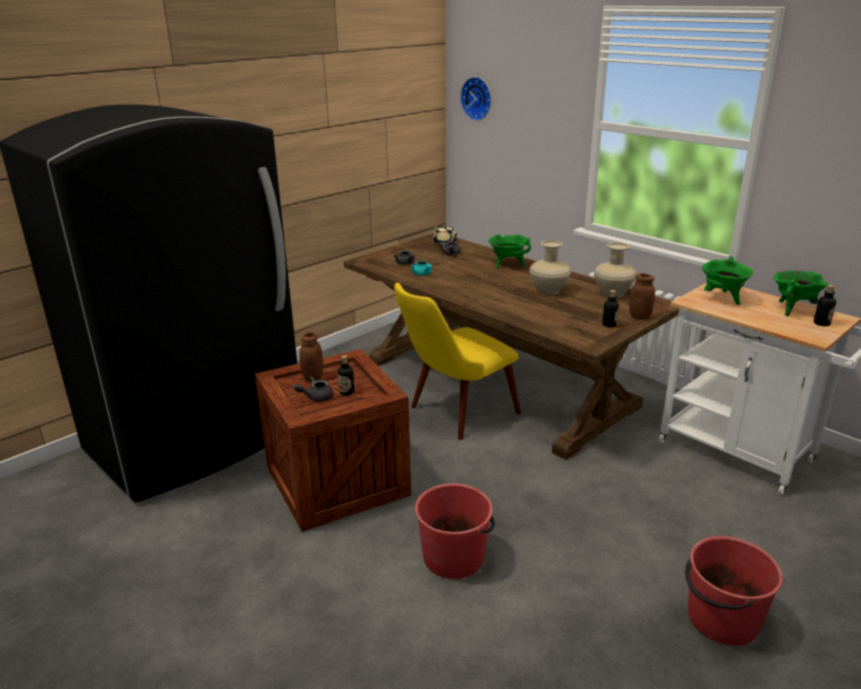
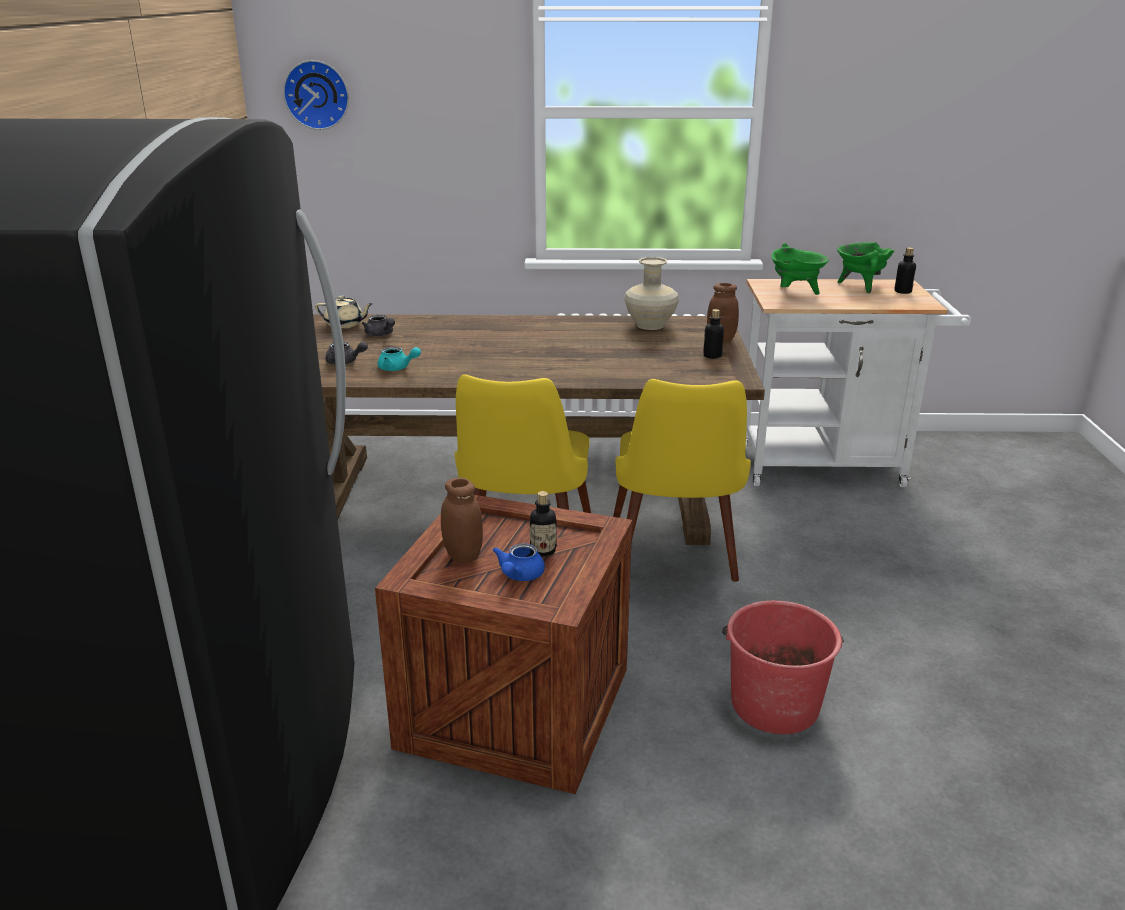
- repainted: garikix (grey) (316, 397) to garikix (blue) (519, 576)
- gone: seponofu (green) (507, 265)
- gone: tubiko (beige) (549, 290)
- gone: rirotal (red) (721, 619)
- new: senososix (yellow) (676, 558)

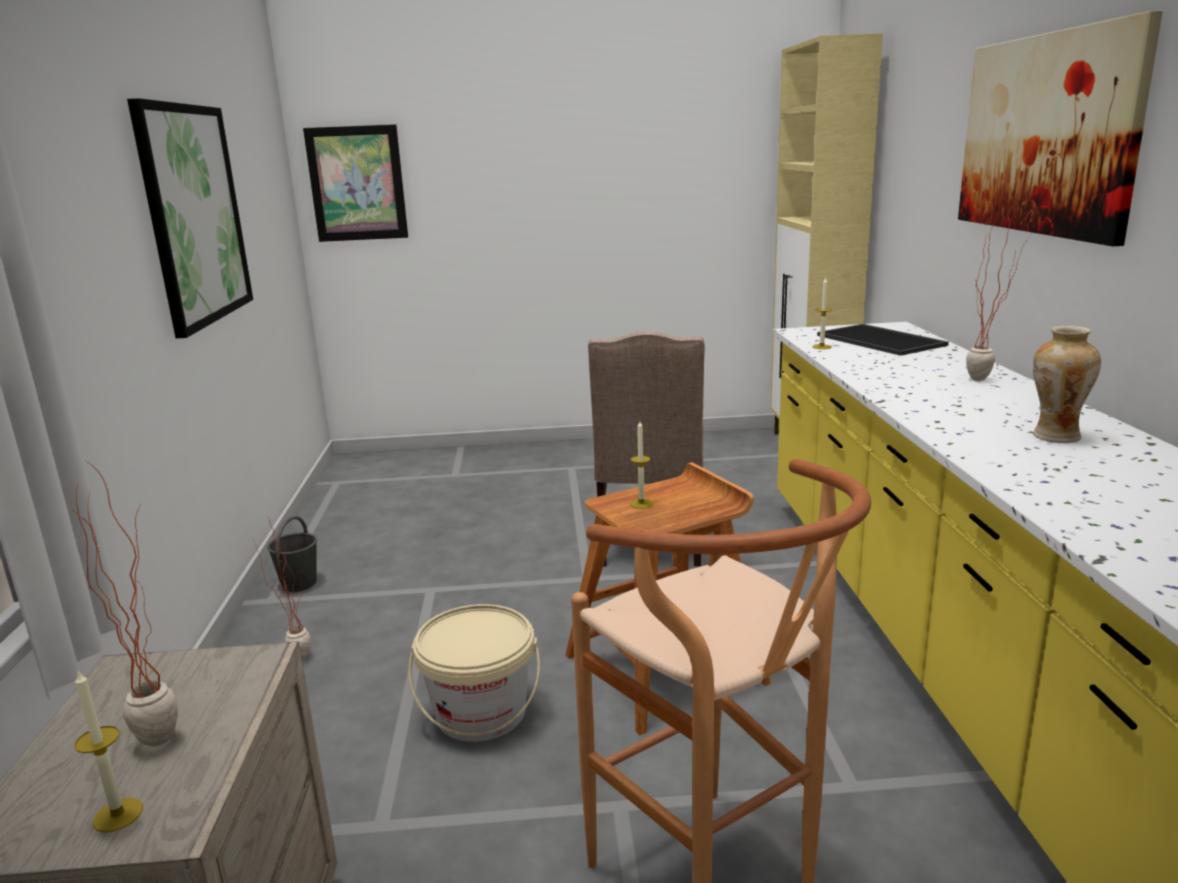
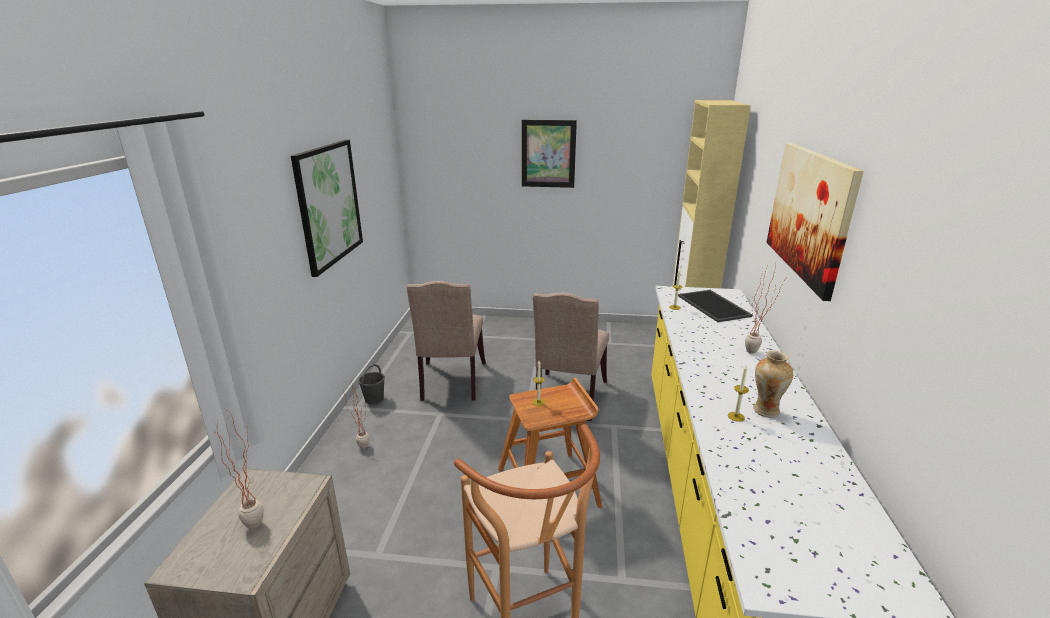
- shifted: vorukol (118, 815) to (736, 416)
- shifted: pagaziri (357, 183) to (548, 154)
- gone: rirotal (beige) (481, 713)
- new: senososix (beige) (451, 383)

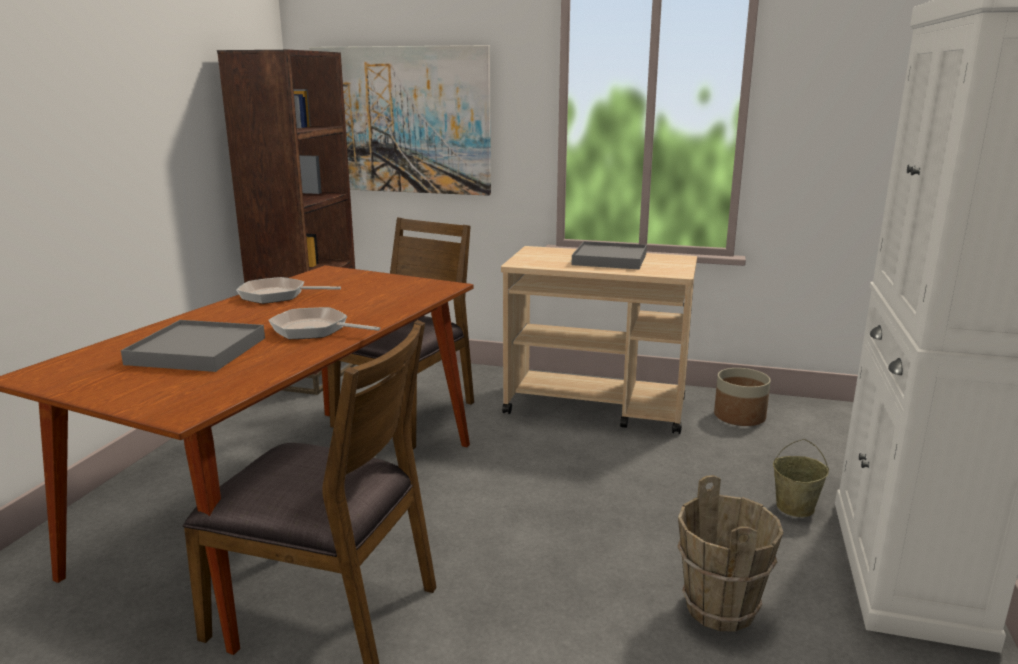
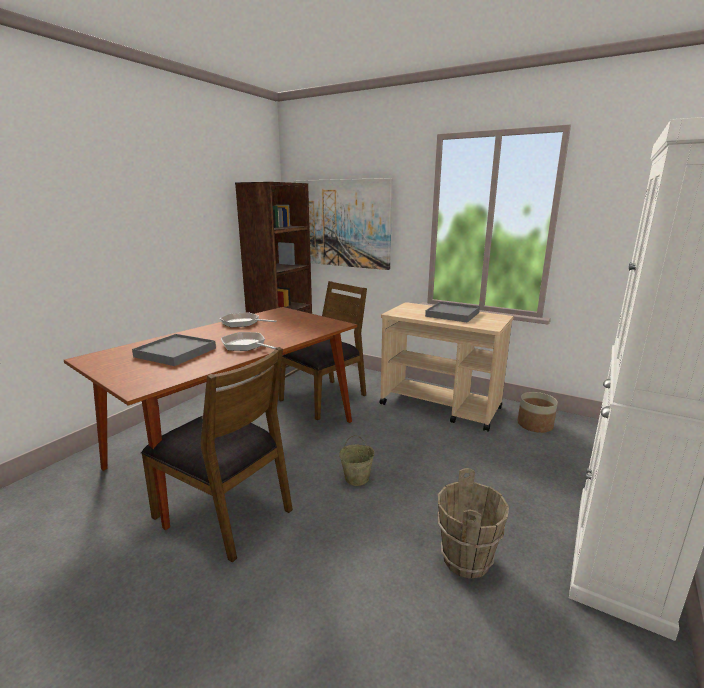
- shifted: rirotal (beige) (795, 507) to (357, 478)

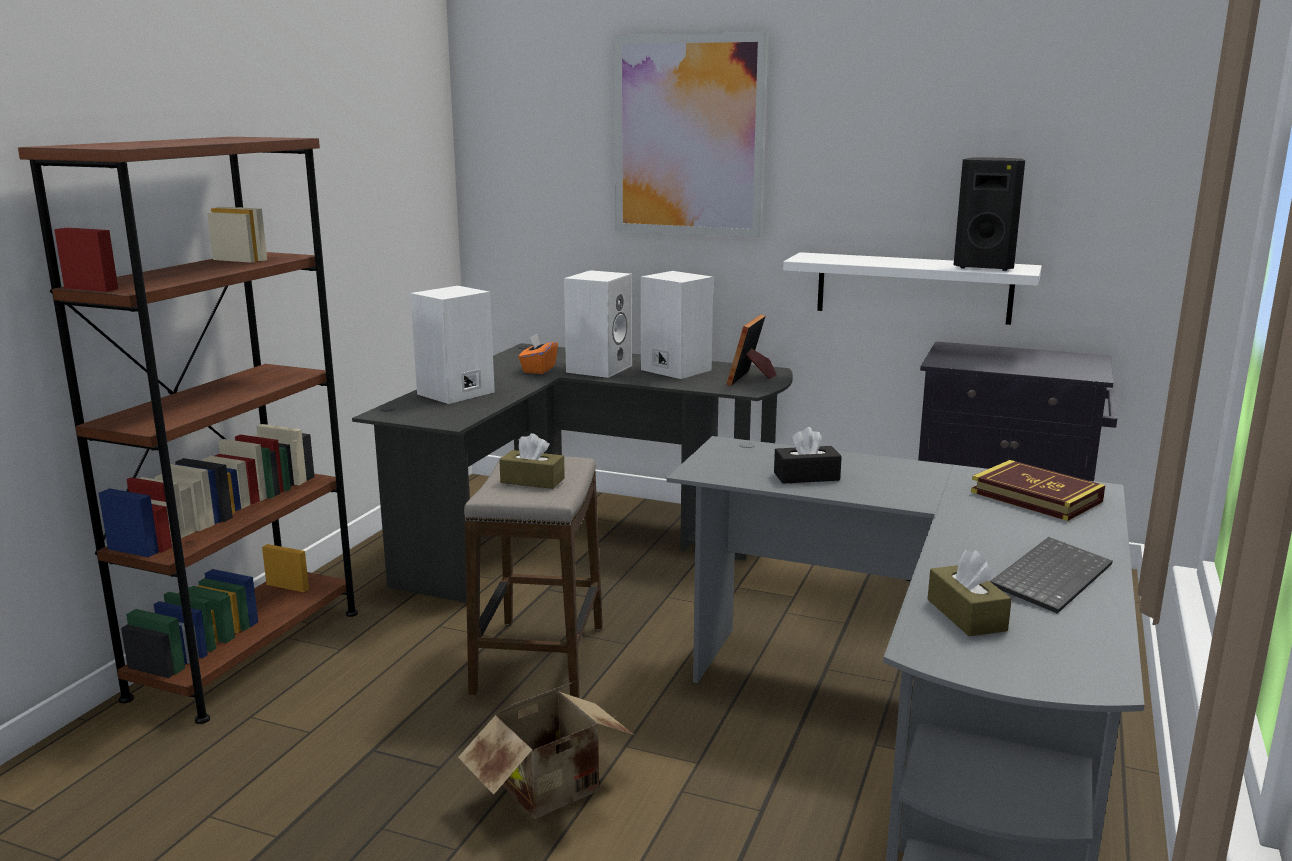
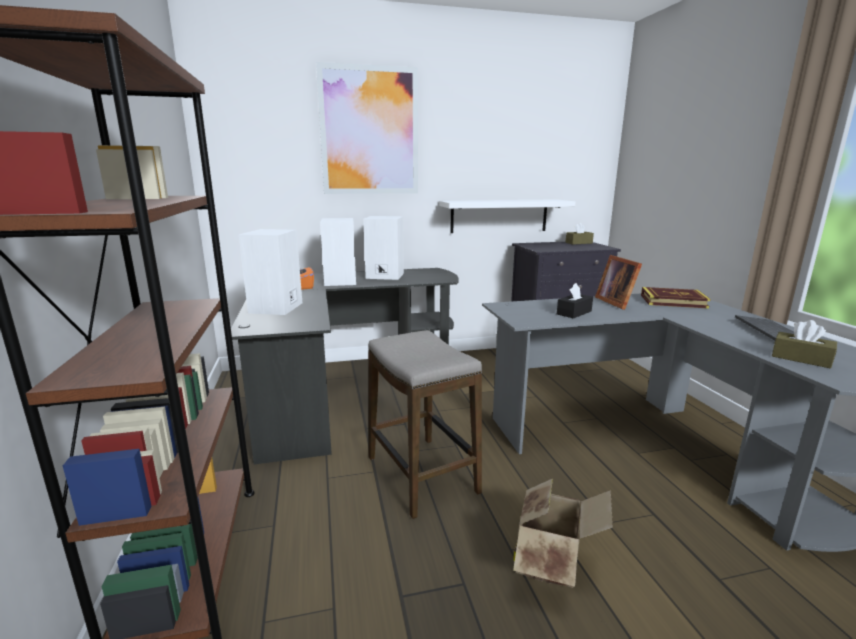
- shifted: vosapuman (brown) (532, 481) to (578, 243)
- shifted: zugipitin (751, 379) to (616, 302)
- gone: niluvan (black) (984, 267)

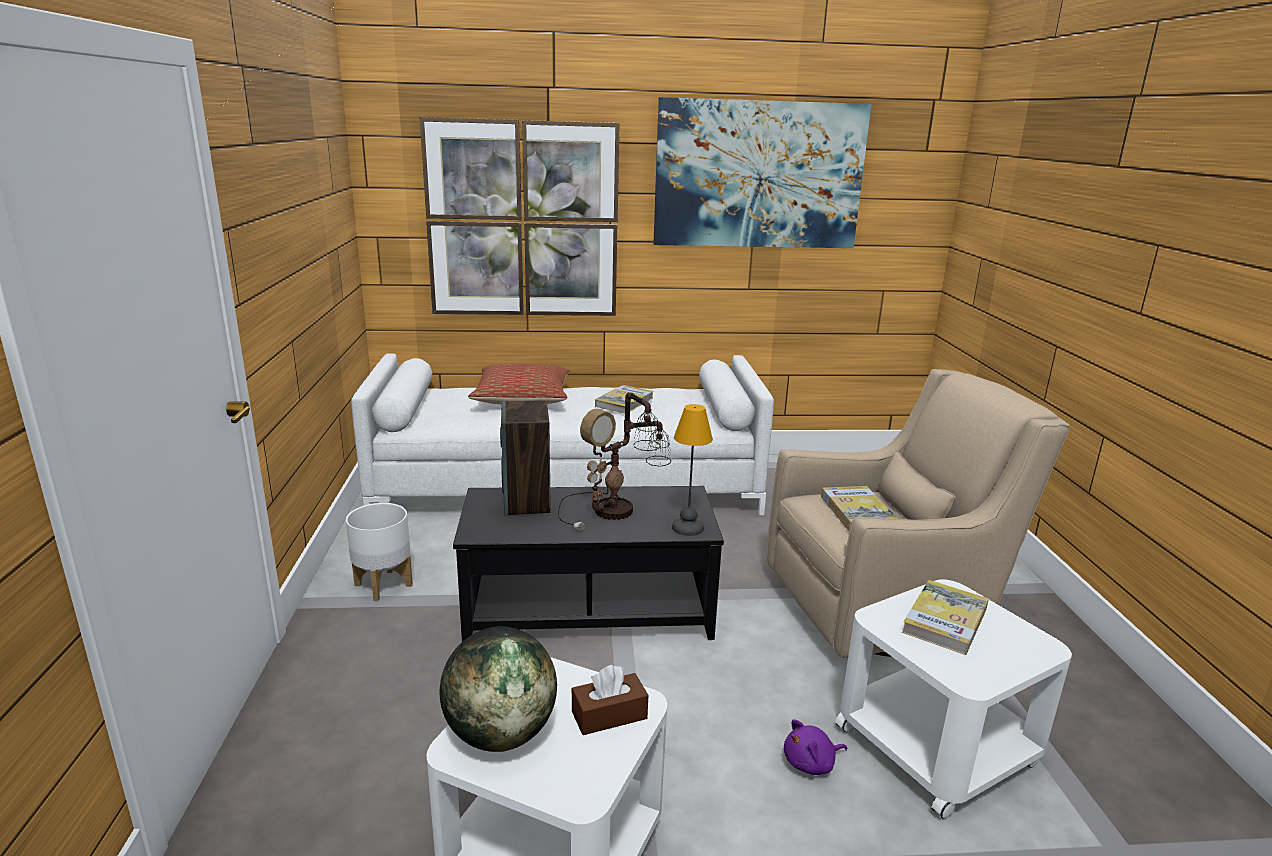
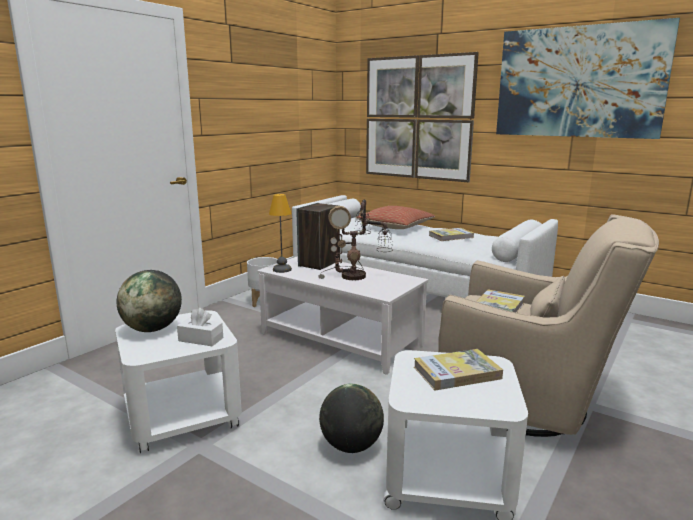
- repainted: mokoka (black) (588, 607) to mokoka (white) (341, 339)
- repainted: vosapuman (brown) (609, 715) to vosapuman (white) (201, 339)
- shifted: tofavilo (686, 528) to (281, 269)
- swapped: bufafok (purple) (811, 763) to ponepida (351, 446)

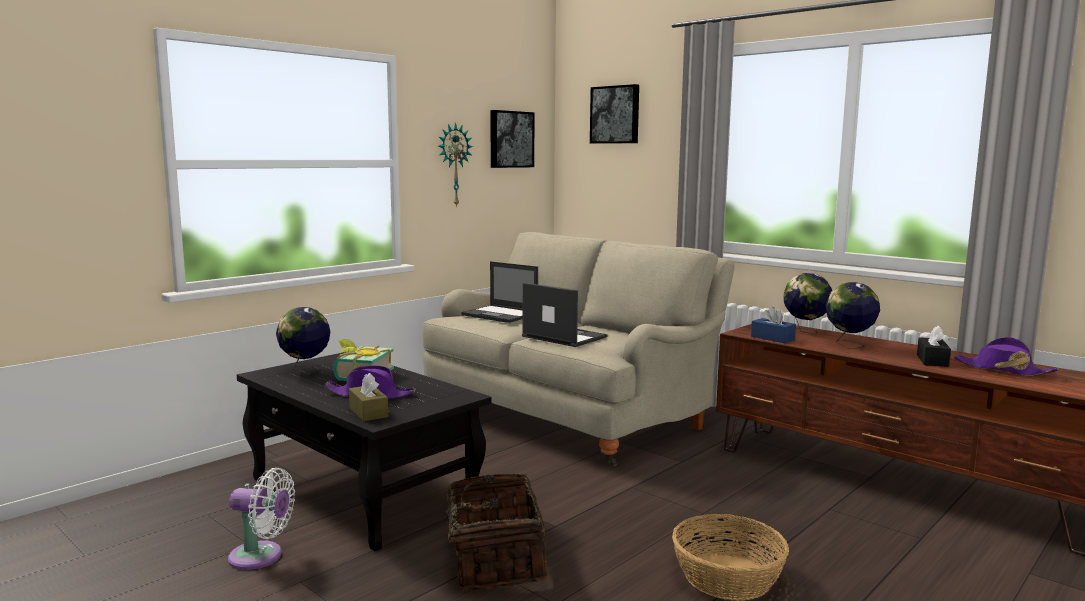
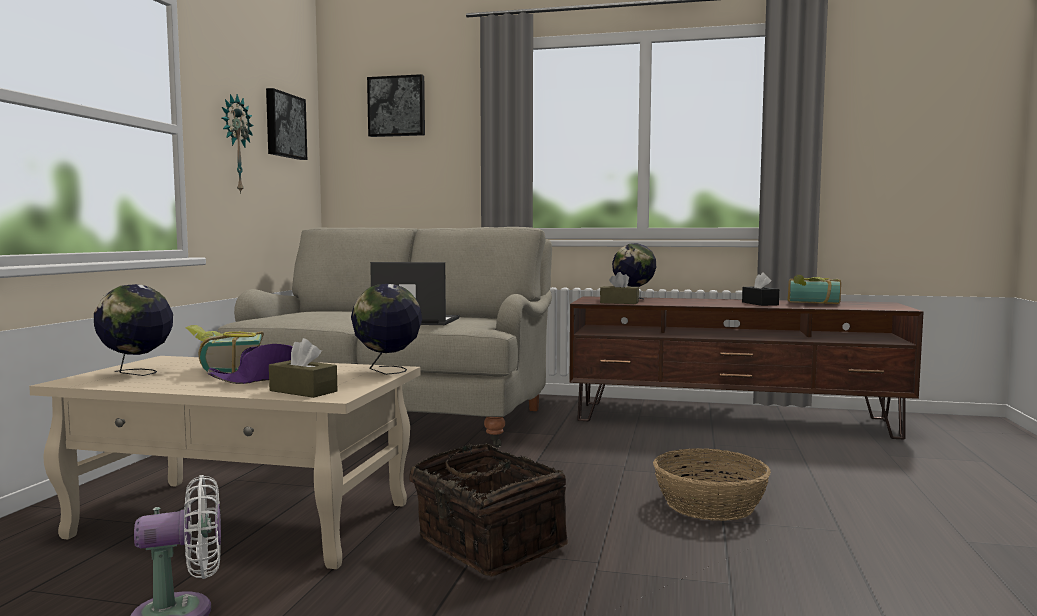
- repainted: mokoka (black) (363, 492) to mokoka (beige) (246, 520)
- gone: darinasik (501, 315)
- repainted: vosapuman (blue) (772, 338) to vosapuman (brown) (619, 302)
- shifted: ponepida (849, 345) to (387, 371)
- swapped: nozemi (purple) (1002, 370) to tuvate (813, 304)

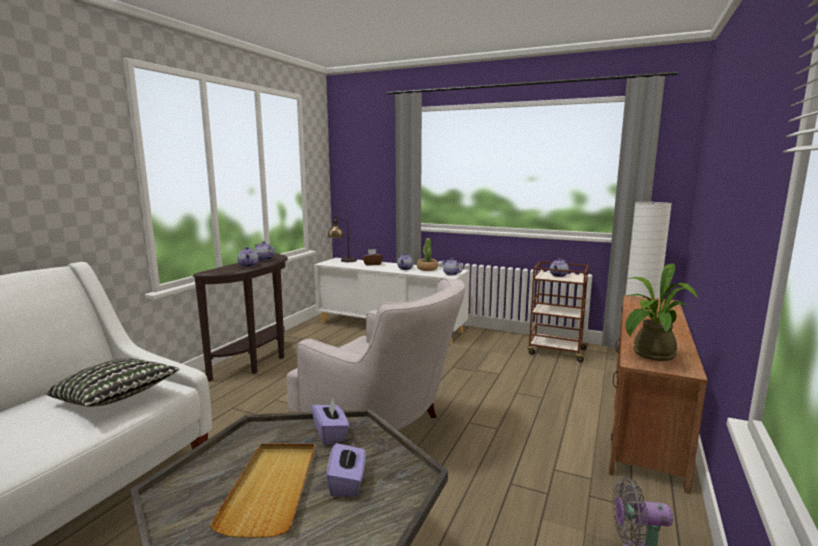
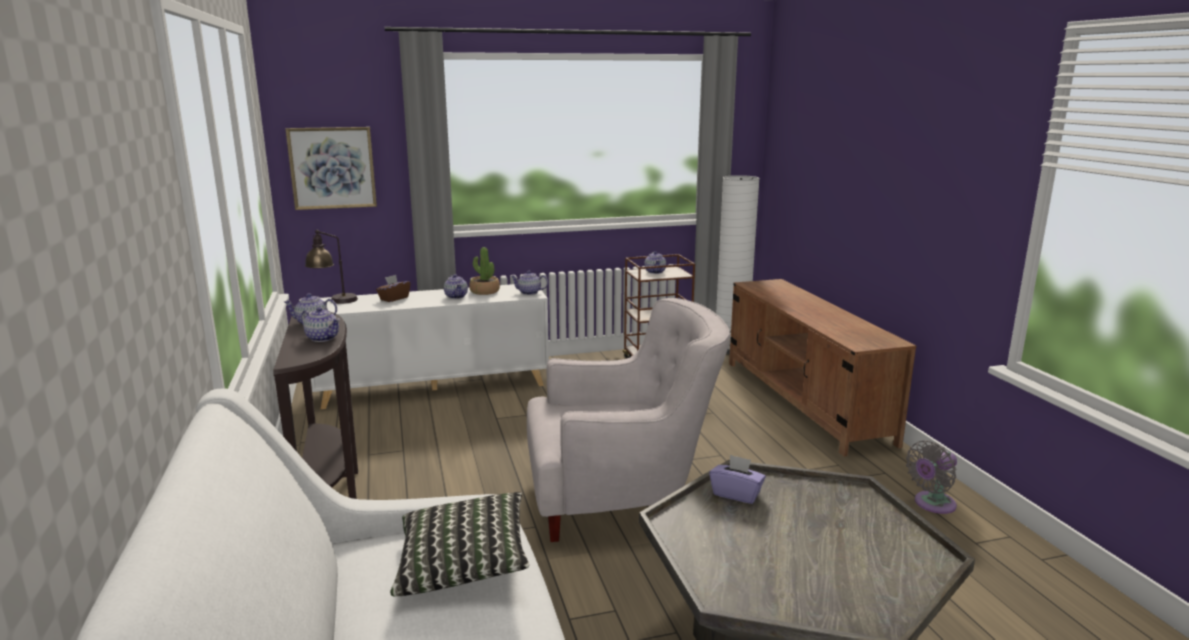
- gone: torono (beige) (272, 489)
- gone: vosapuman (purple) (347, 483)
- gone: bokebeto (650, 355)
- new: pagaziri (332, 168)

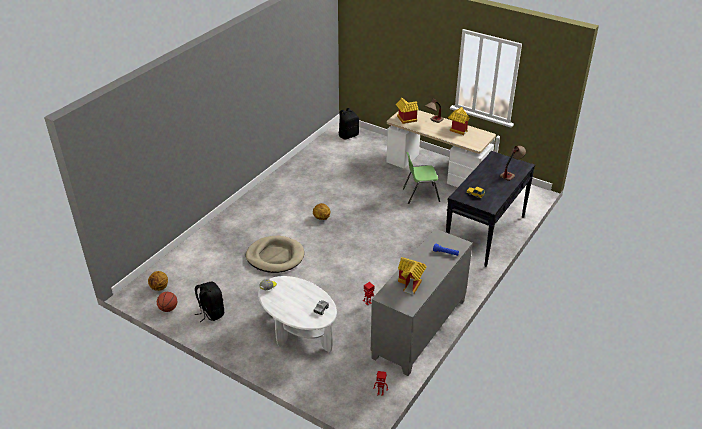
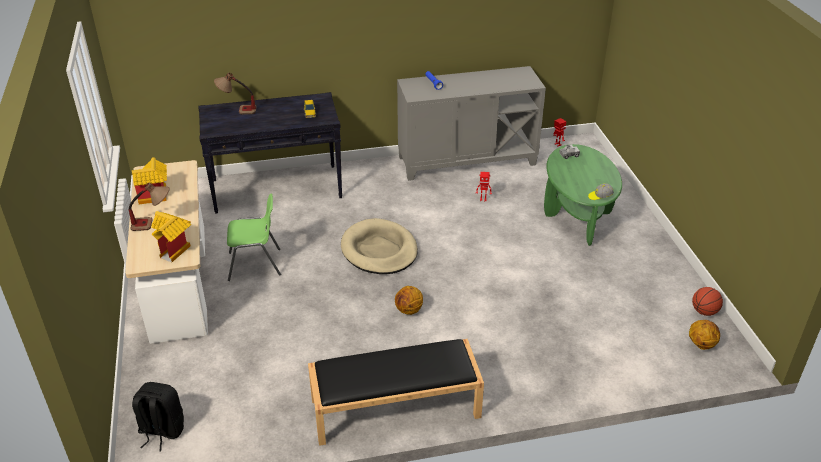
- gone: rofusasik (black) (211, 313)
- shifted: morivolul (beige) (275, 256) to (379, 250)
- repainted: mokoka (white) (298, 331) to mokoka (green) (577, 214)
- gone: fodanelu (411, 284)
- rotated: senososix (green) (420, 195) = (255, 264) 45 degrees counterclockwise
- new: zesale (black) (394, 408)

